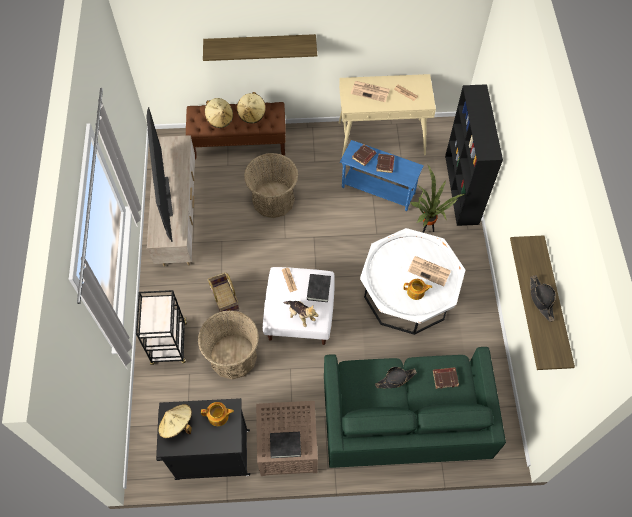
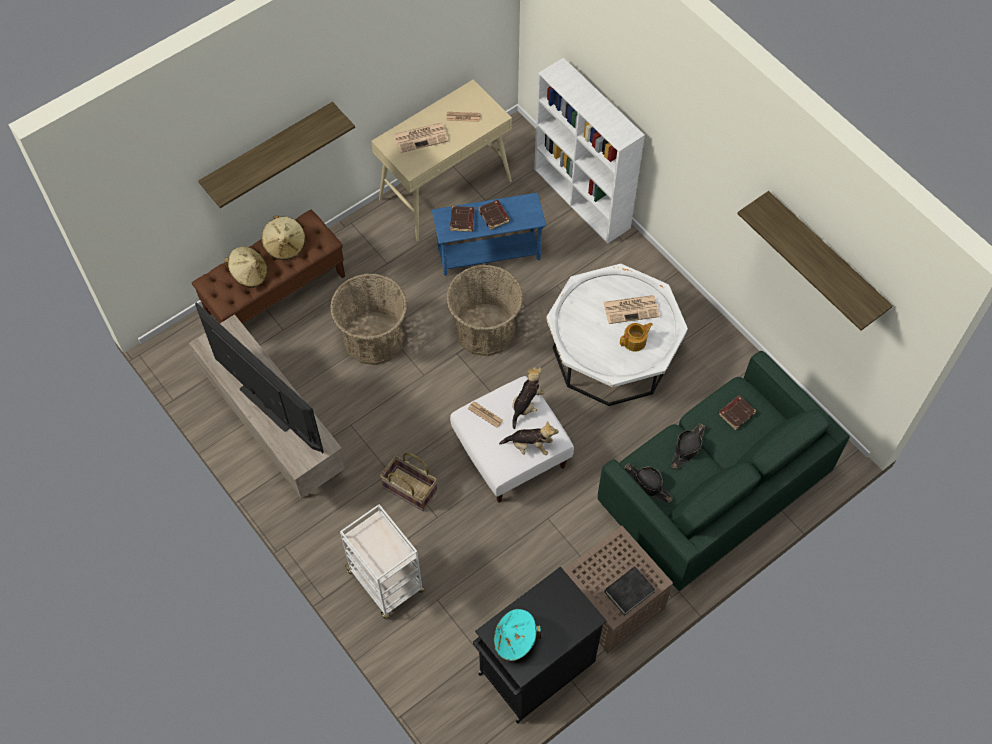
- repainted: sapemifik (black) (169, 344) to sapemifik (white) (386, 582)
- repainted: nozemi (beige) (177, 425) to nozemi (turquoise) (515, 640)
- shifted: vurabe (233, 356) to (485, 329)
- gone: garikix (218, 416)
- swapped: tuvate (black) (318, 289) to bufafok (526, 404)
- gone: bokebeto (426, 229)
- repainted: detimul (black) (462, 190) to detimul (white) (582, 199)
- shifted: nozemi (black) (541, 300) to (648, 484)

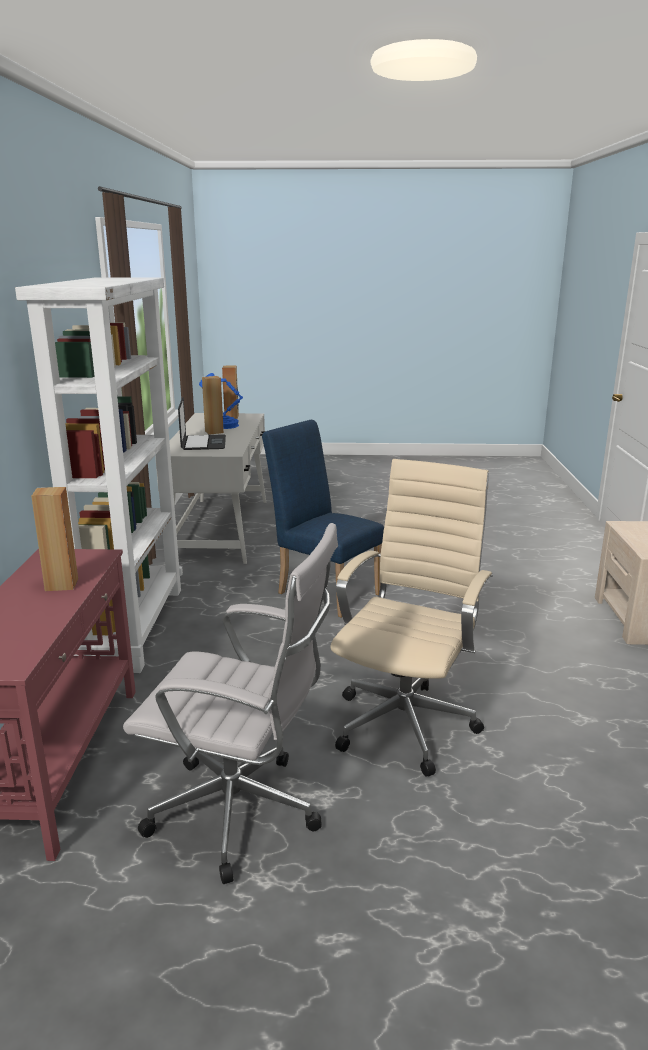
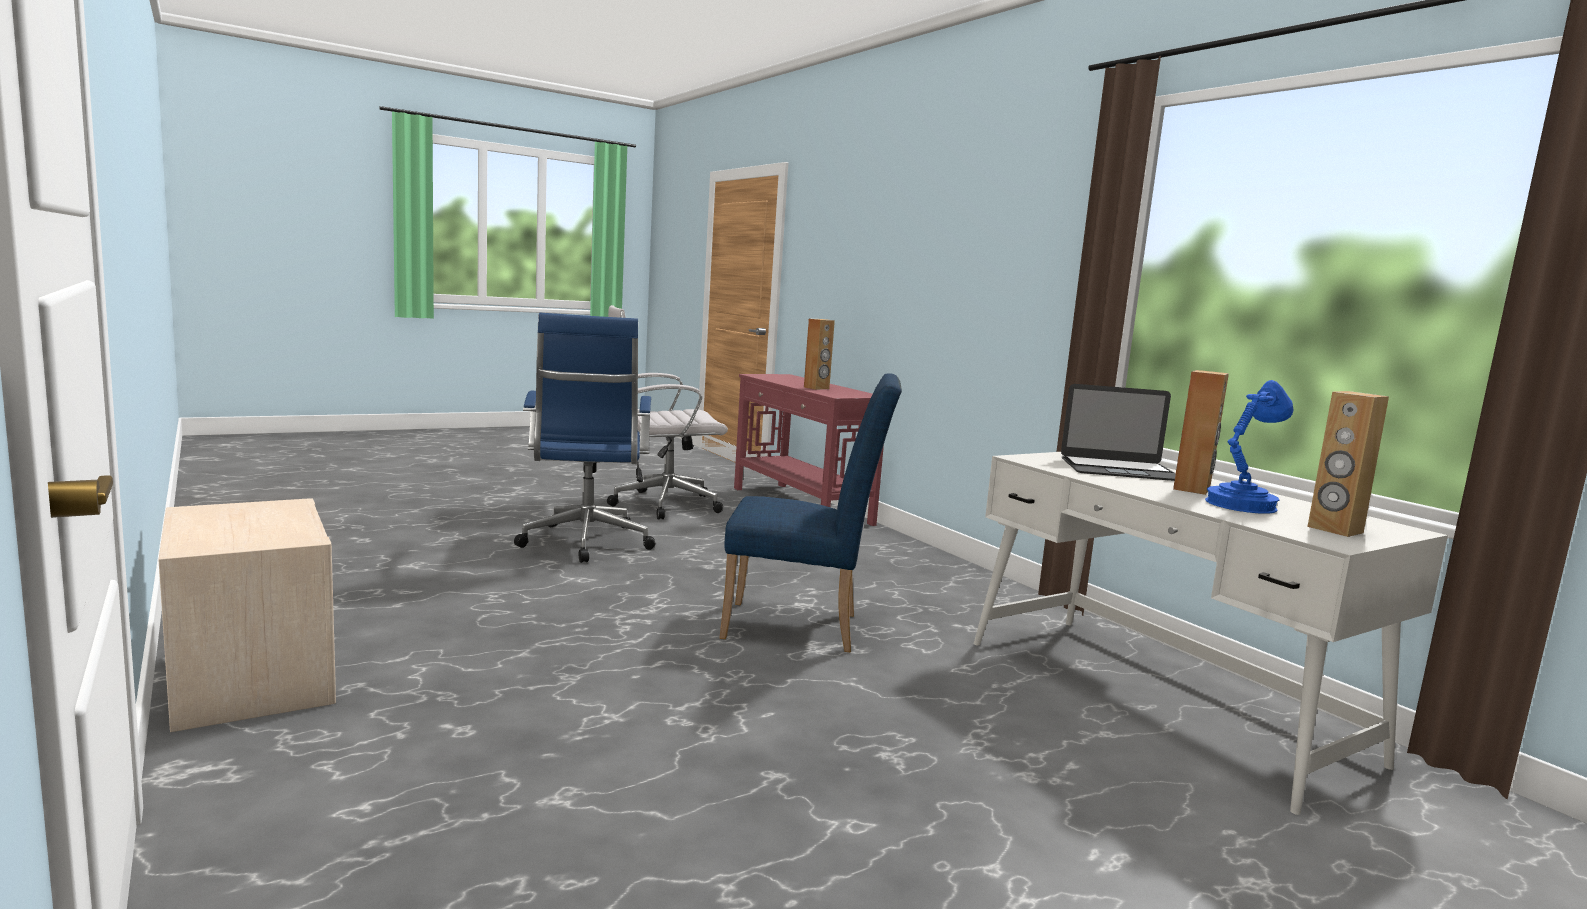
- gone: detimul (white) (134, 626)
- rotated: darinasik (203, 443) = (1119, 469) 45 degrees counterclockwise
- repainted: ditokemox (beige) (406, 722) to ditokemox (blue) (586, 544)

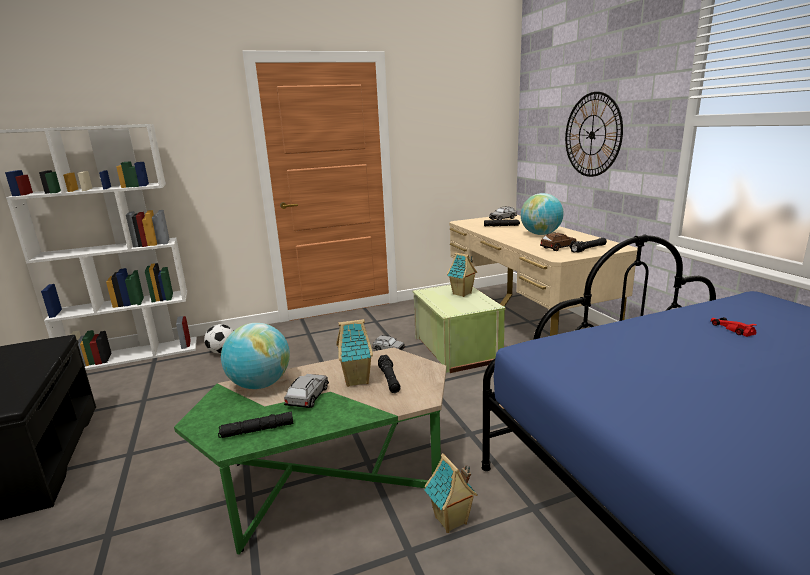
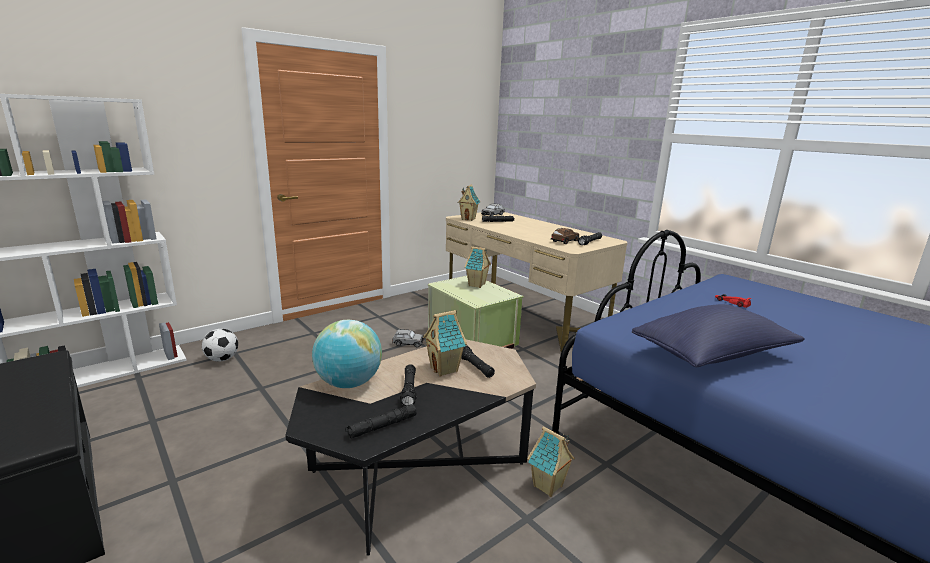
- repainted: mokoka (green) (331, 476) to mokoka (black) (419, 467)
- swapped: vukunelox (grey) (308, 397) to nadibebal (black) (409, 390)
- gone: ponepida (540, 234)
- gone: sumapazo (592, 135)
- new: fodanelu (468, 219)
- new: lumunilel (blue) (712, 355)

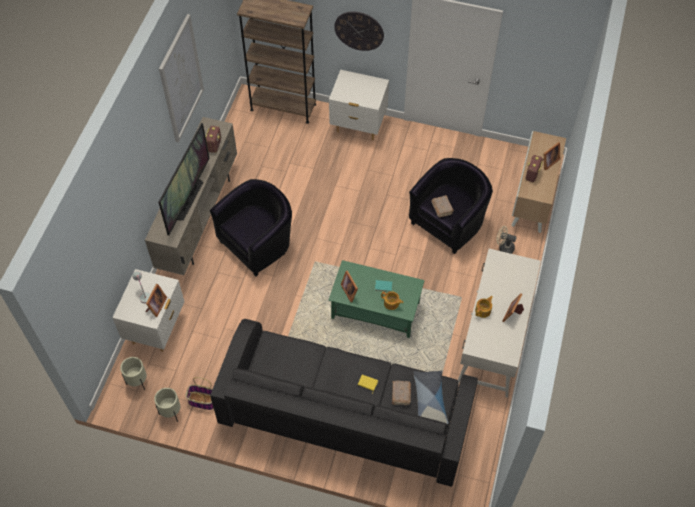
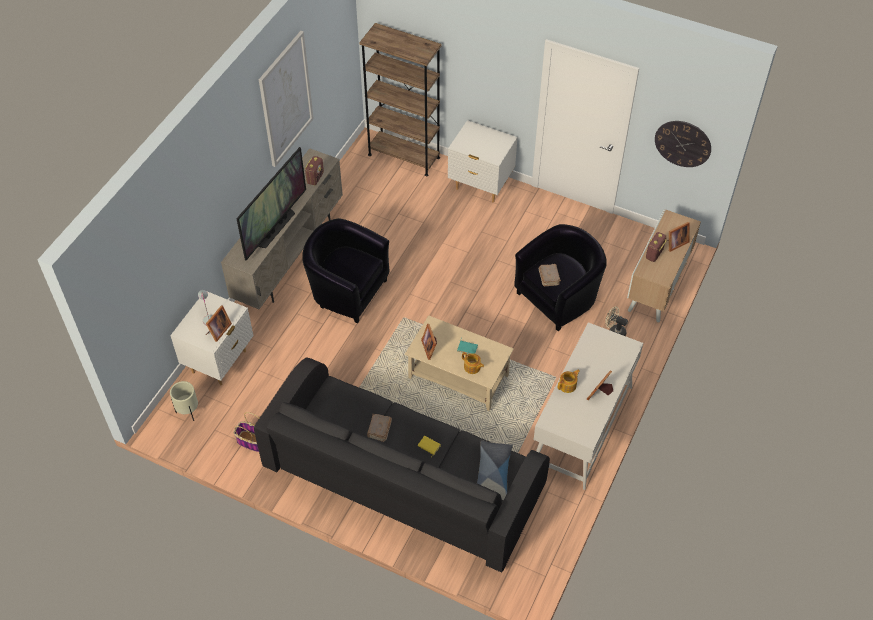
- gone: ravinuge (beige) (171, 413)
- rotated: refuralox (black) (258, 243) = (346, 290) 120 degrees counterclockwise
- repainted: mokoka (green) (374, 310) to mokoka (beige) (457, 376)
- shifted: sumapazo (359, 30) to (683, 143)
- shifted: tuvate (brown) (400, 395) to (379, 430)

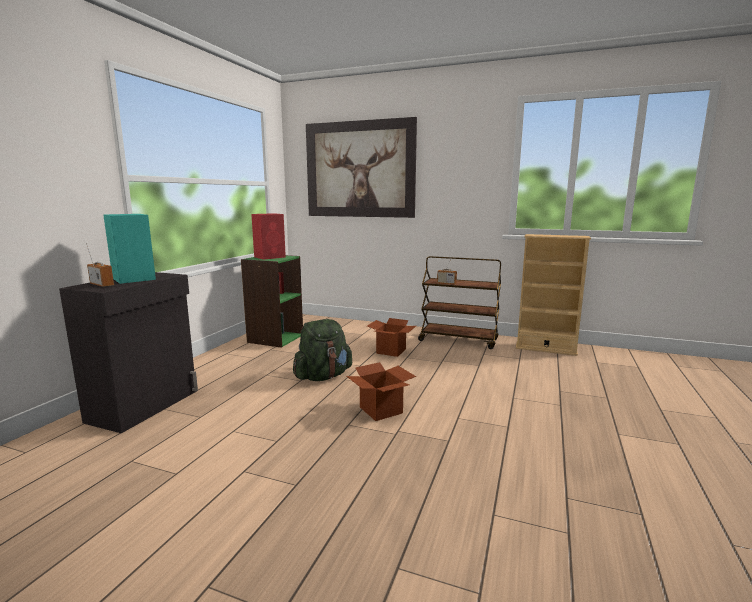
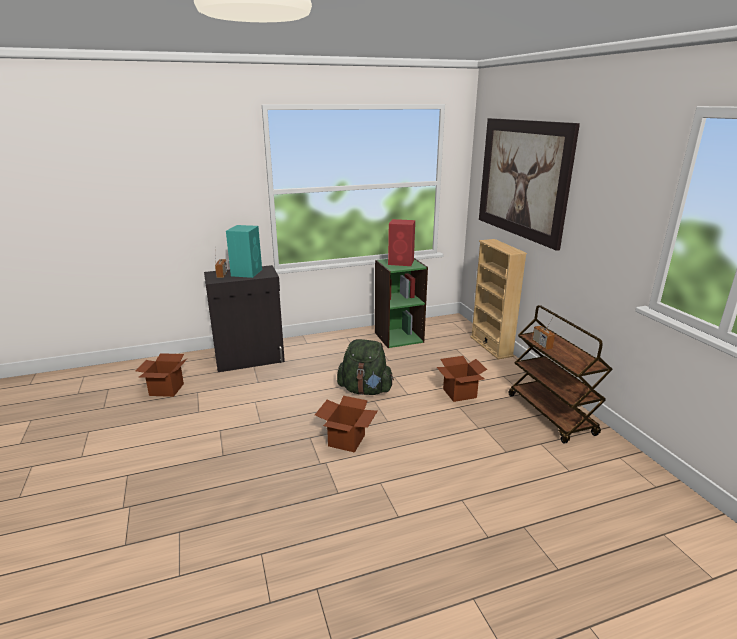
- shifted: detimul (beige) (545, 349) to (491, 346)
- new: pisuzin (167, 389)

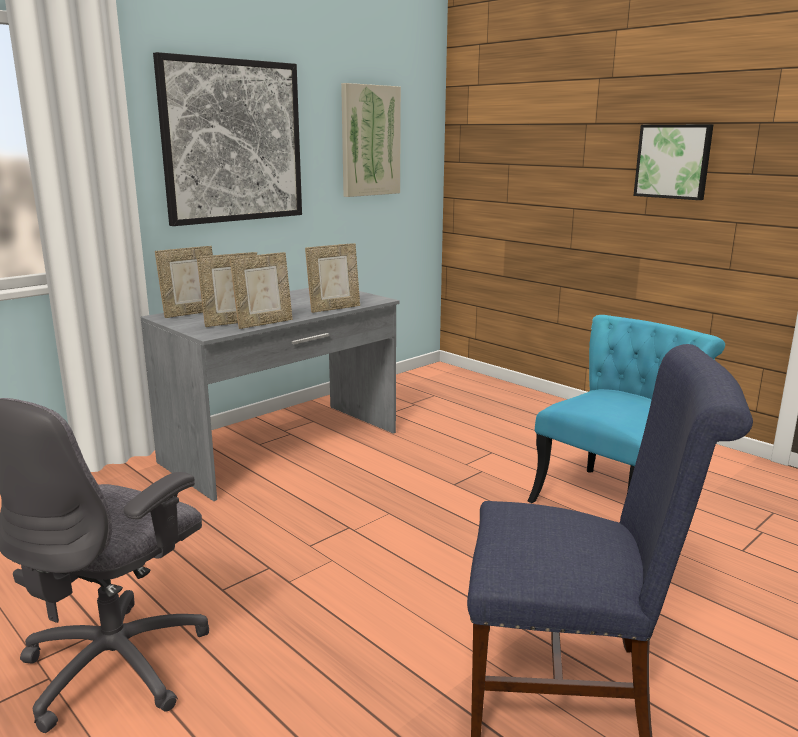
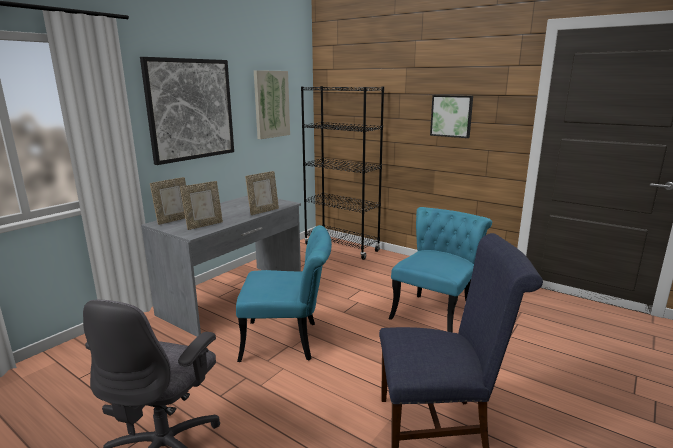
- gone: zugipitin (264, 323)
- new: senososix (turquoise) (289, 341)
- new: detimul (black) (341, 248)

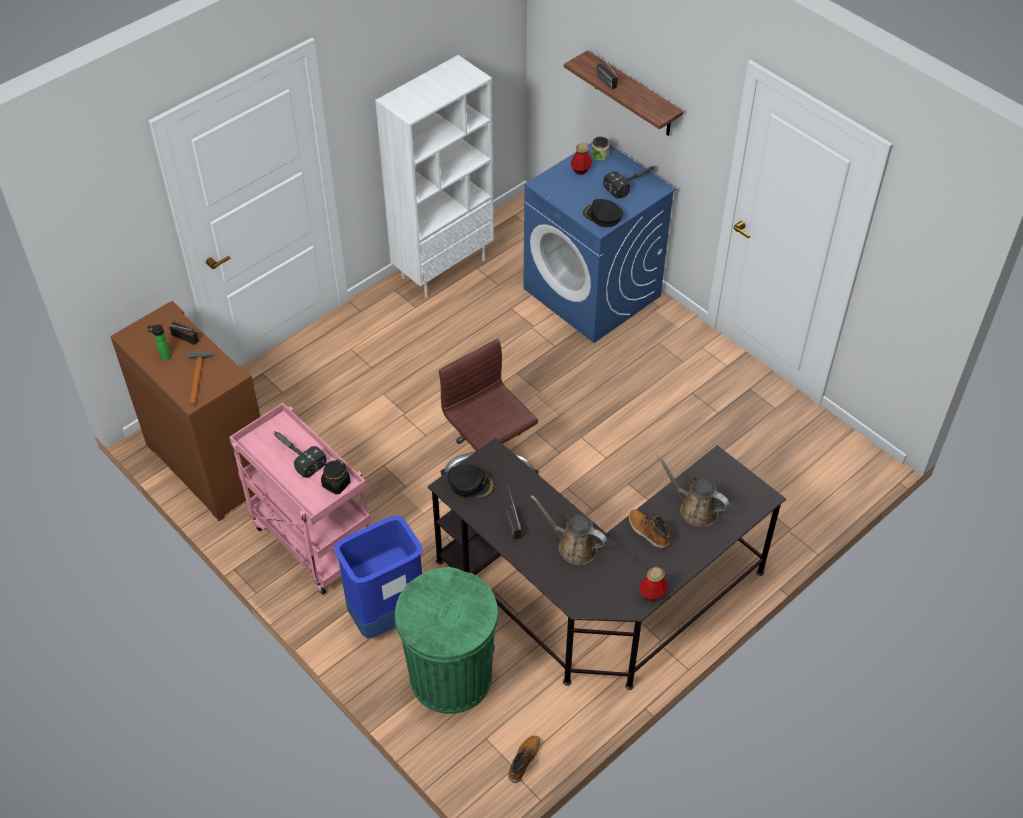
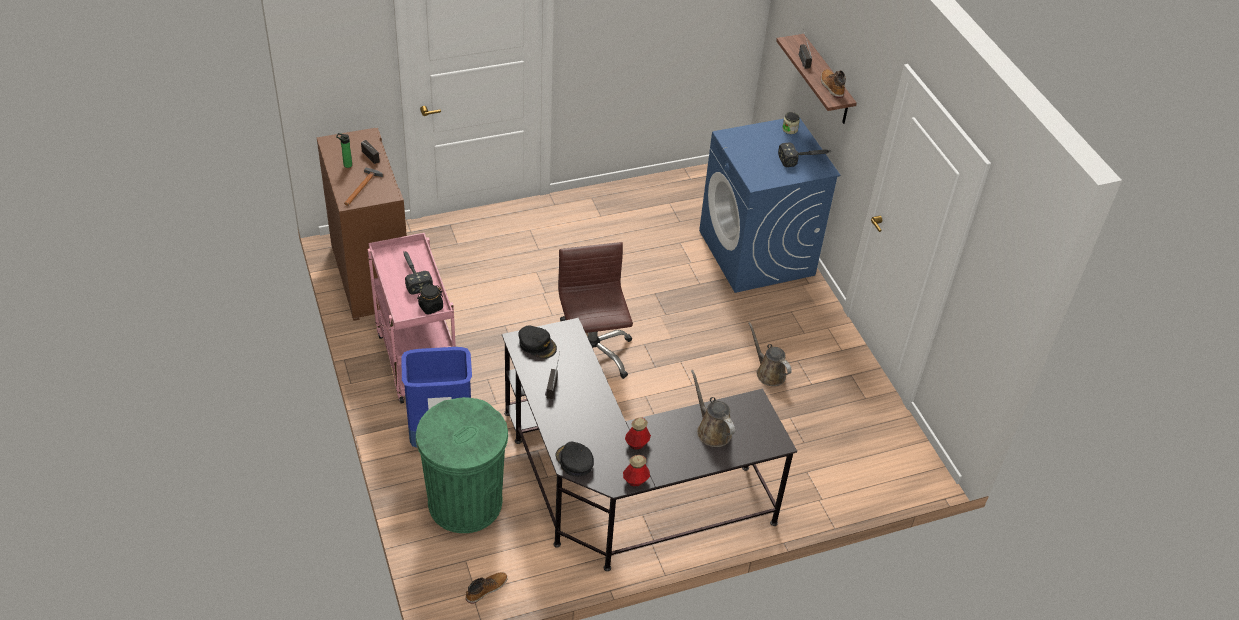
- gone: detimul (white) (443, 267)
- shifted: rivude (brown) (573, 546) to (768, 372)
- shifted: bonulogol (581, 169) to (637, 443)
- shifted: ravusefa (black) (602, 216) to (574, 461)
- shifted: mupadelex (647, 532) to (831, 87)

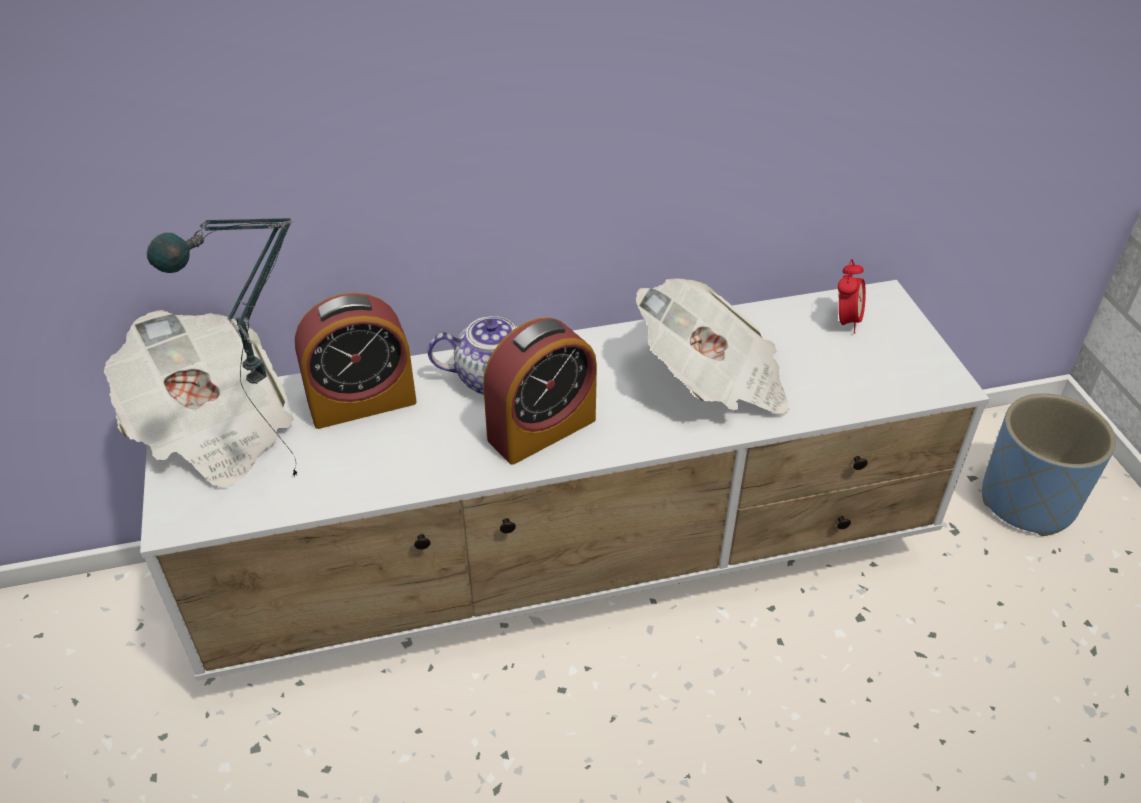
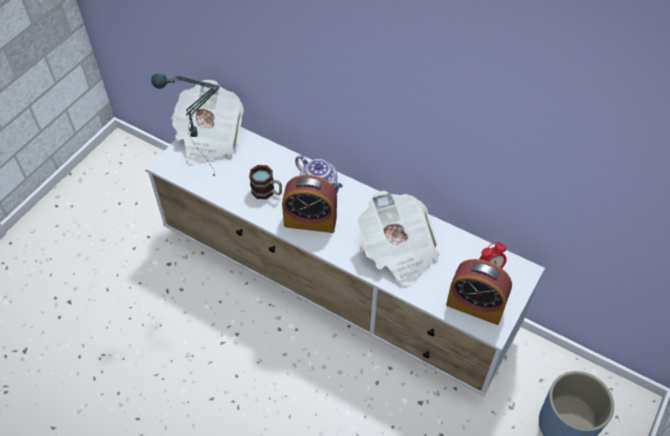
- shifted: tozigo (362, 402) to (475, 306)
- new: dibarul (267, 192)

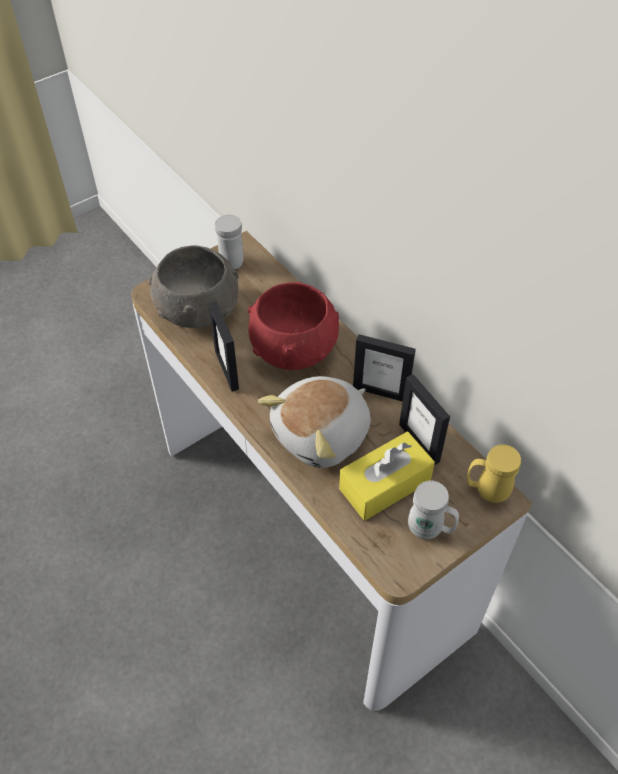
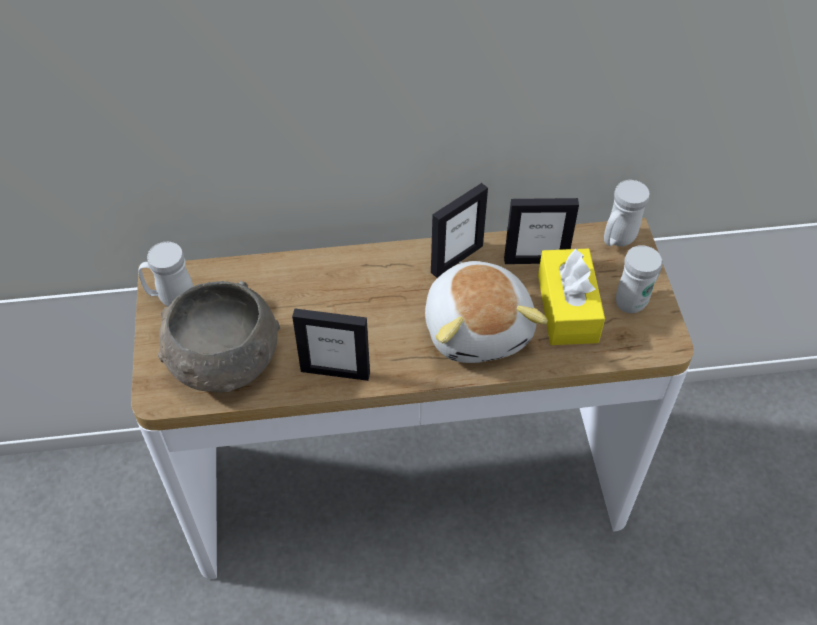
- gone: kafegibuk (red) (295, 348)
- repainted: dibarul (yellow) (486, 491) to dibarul (white) (617, 240)

